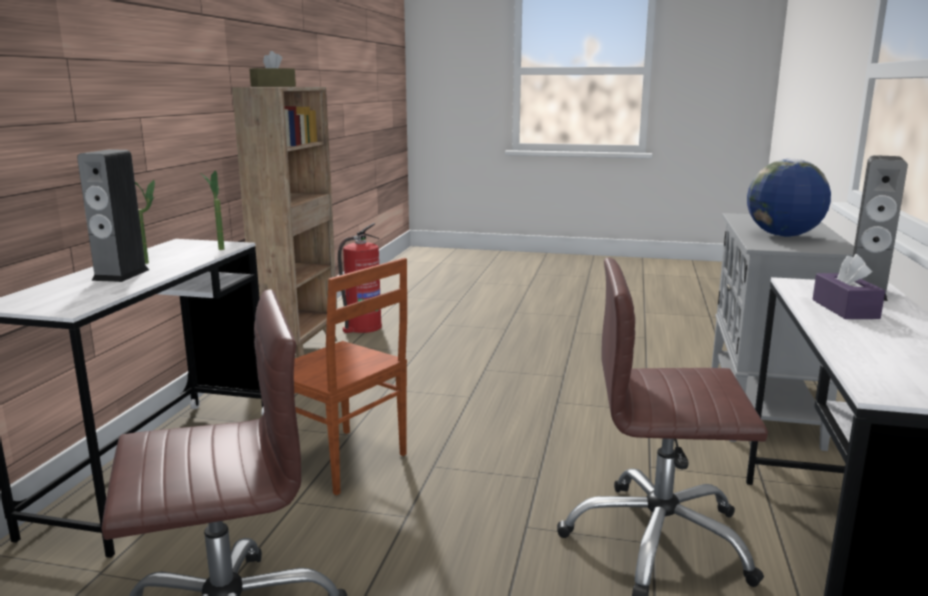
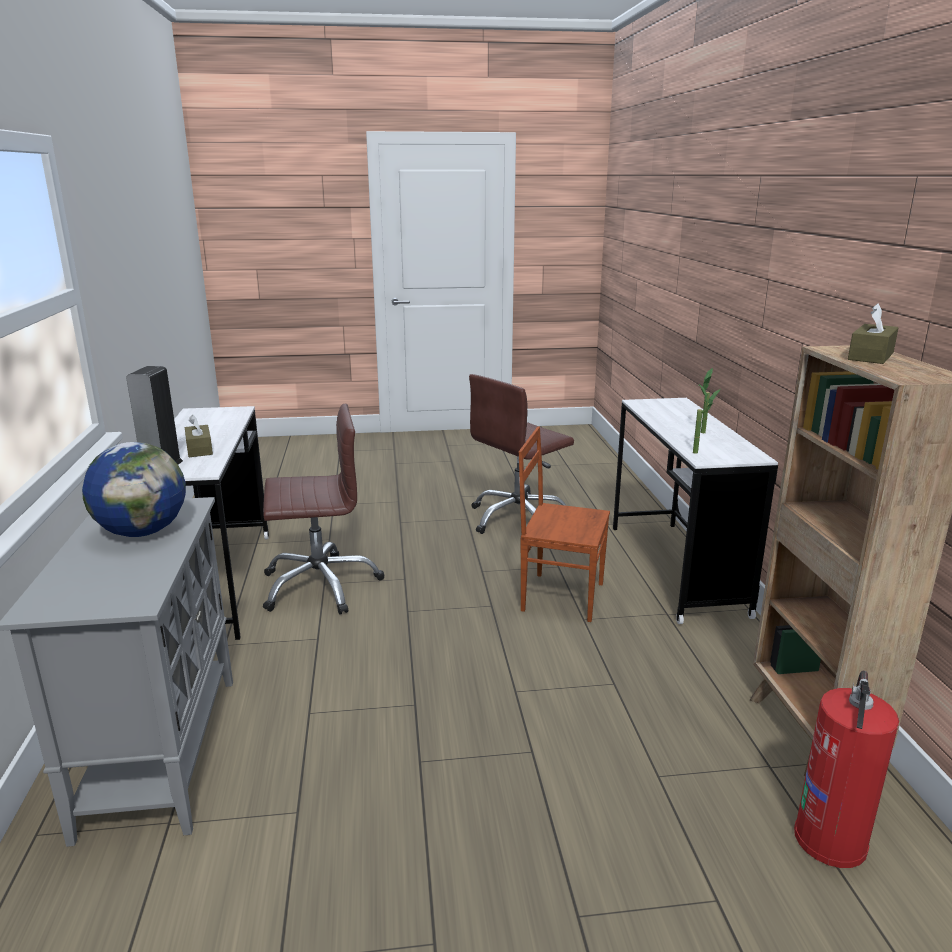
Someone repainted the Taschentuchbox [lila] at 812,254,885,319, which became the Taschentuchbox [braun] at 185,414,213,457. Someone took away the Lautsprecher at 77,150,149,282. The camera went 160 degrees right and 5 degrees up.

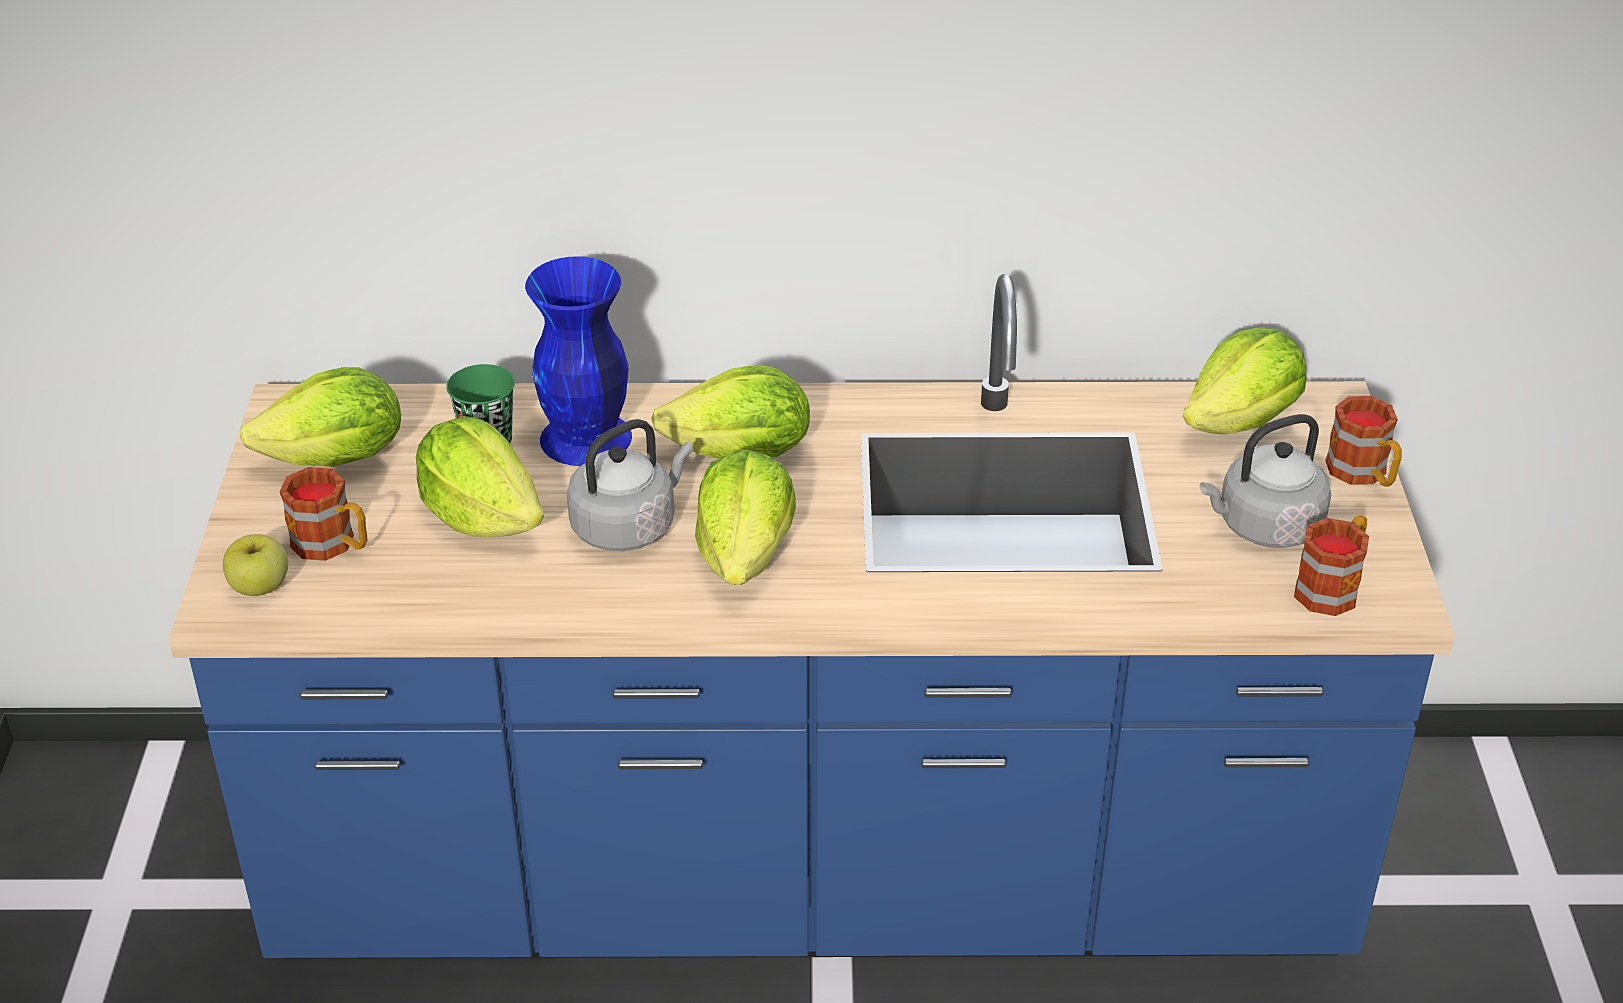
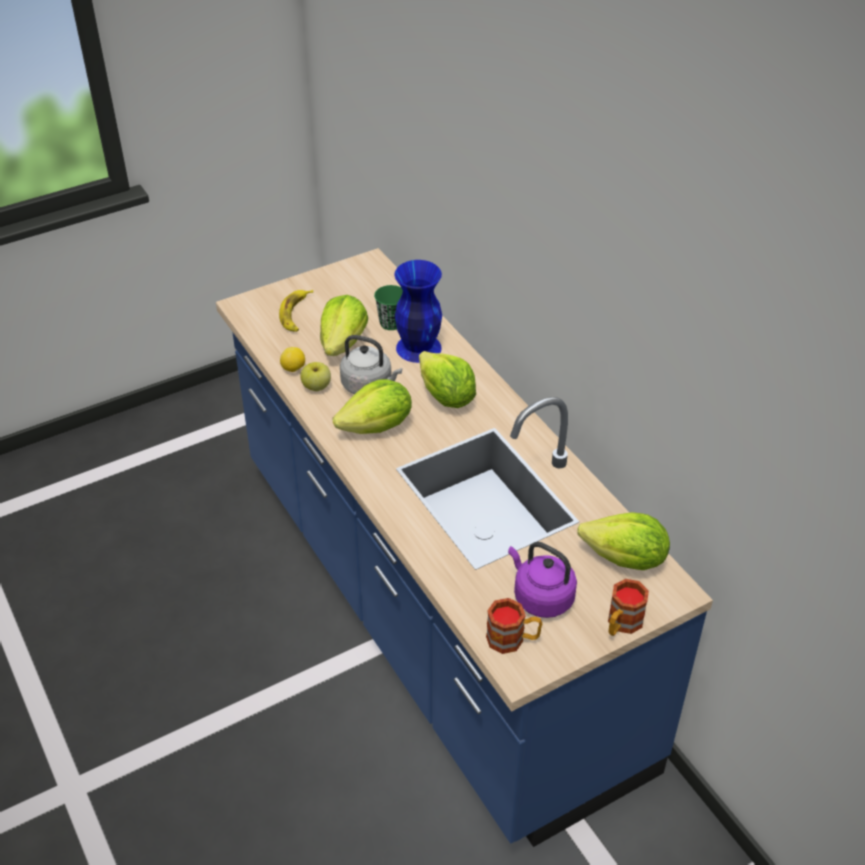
Someone swapped the Henkelbecher at 279,467,367,561 for the Banane at 279,290,313,332. Someone put down the Zitrone at 280,347,305,372. Someone carried the Apfel from 223,534,288,596 to 300,362,331,391. Someone repainted the Wasserkessel [grau] at 1200,414,1331,548, which became the Wasserkessel [lila] at 508,542,577,618. Someone took away the Salatkopf at 240,367,401,467. The camera went 60 degrees right and 5 degrees up.

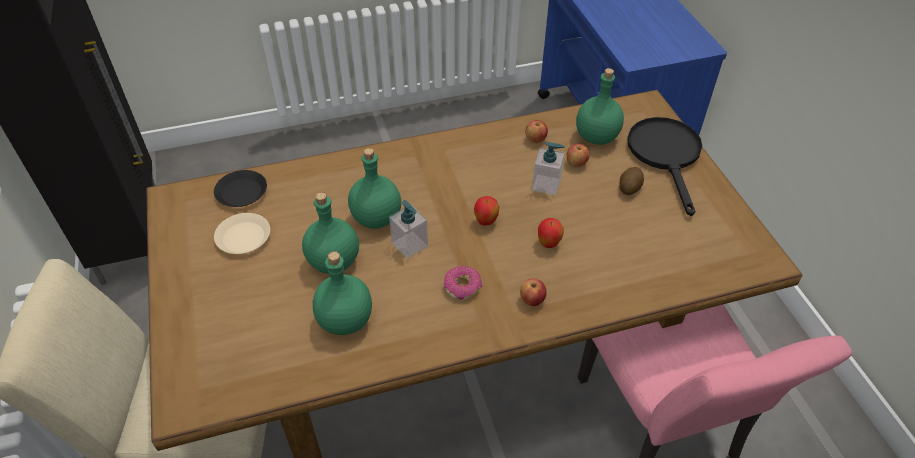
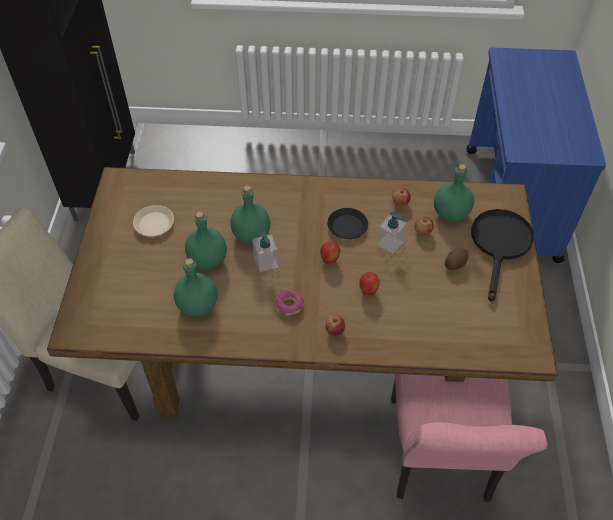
Someone carried the Teller [schwarz] from 214,170,267,207 to 327,208,368,239. The camera went 20 degrees right and 5 degrees up.

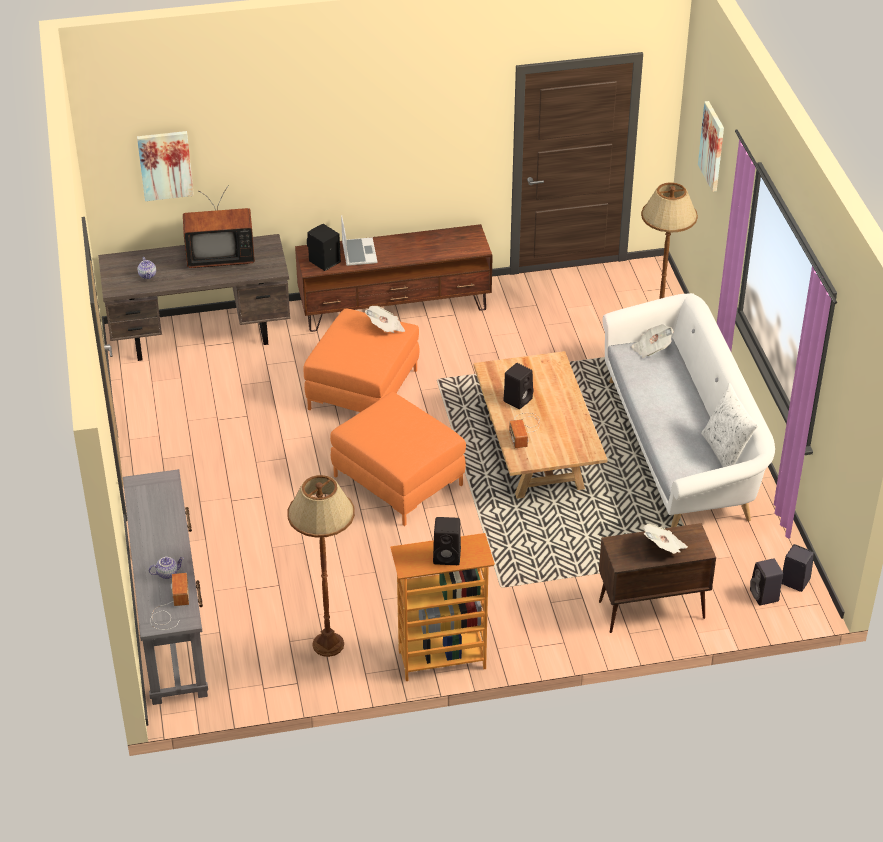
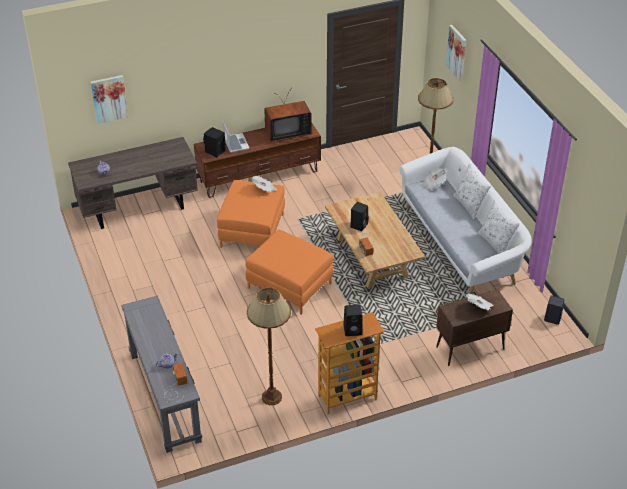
Someone carried the Fernseher from 183,185,255,268 to 264,89,311,142. Someone put down the Kissen [weiß] at 453,163,491,220. Someone took away the Lautsprecher [schwarz] at 750,558,783,605. The camera went 10 degrees left and 0 degrees up.

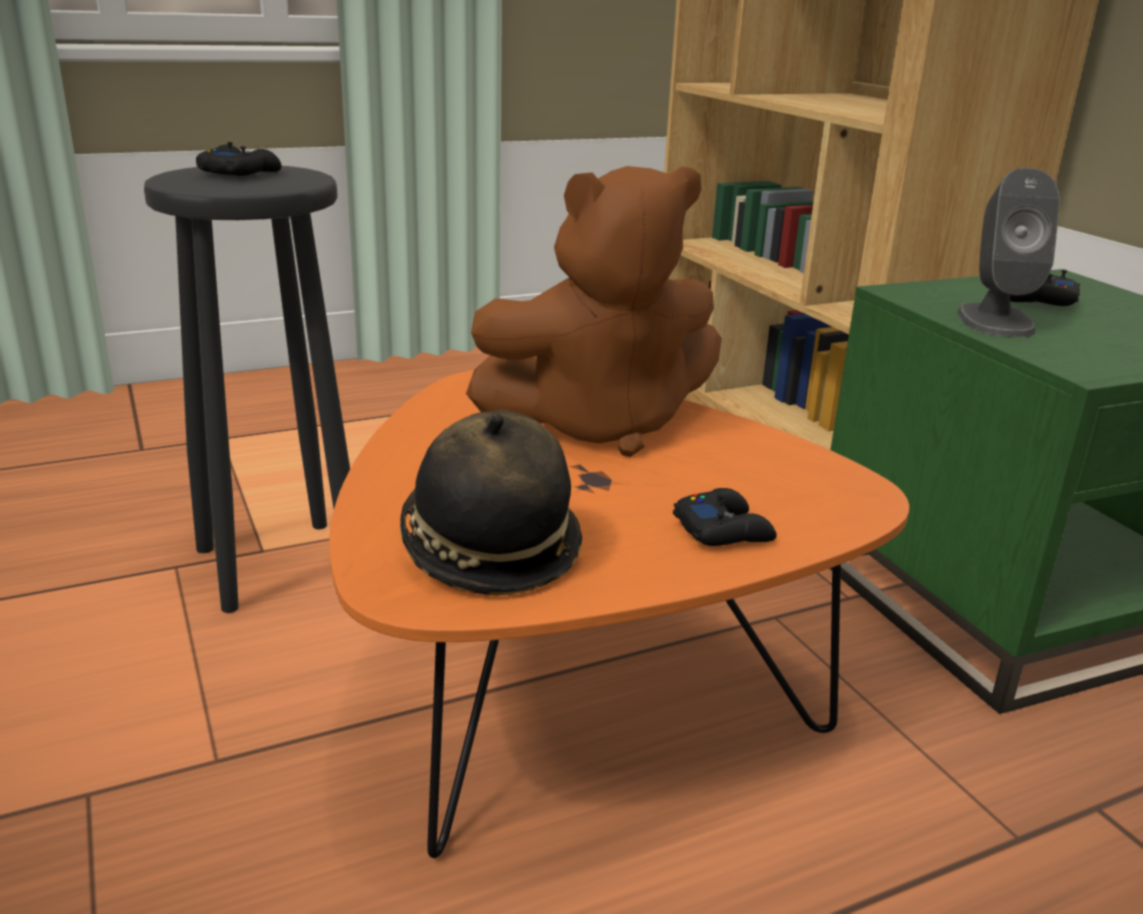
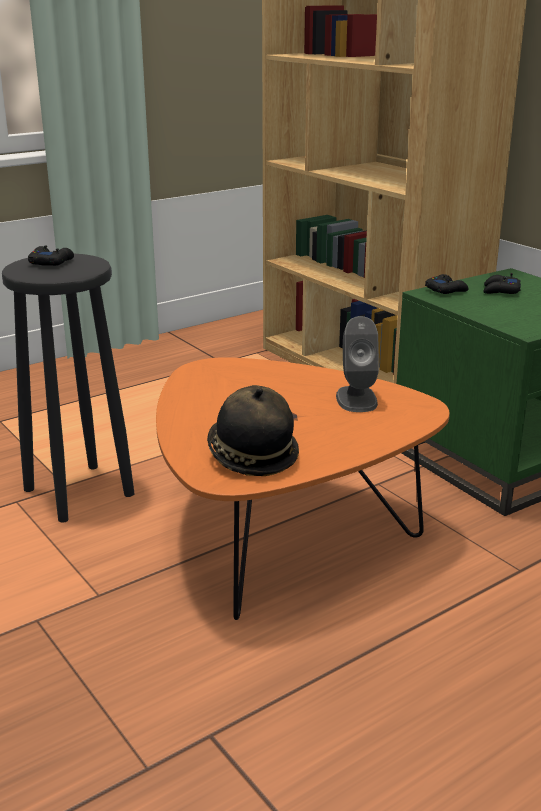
Someone carried the Lautsprecher [grau] from 958,168,1060,337 to 336,316,379,412. Someone carried the Gamepad [schwarz] from 673,488,777,546 to 425,274,468,294. Someone took away the Plüschtier [braun] at 466,166,722,457. The camera went 10 degrees left and 0 degrees up.

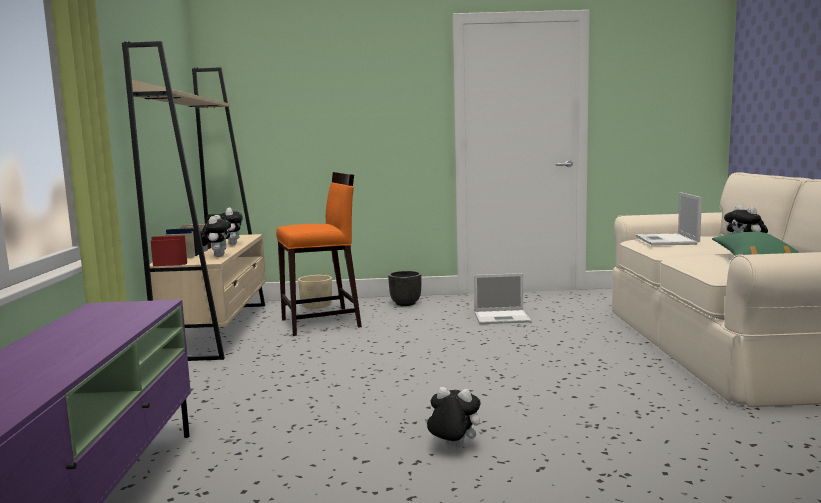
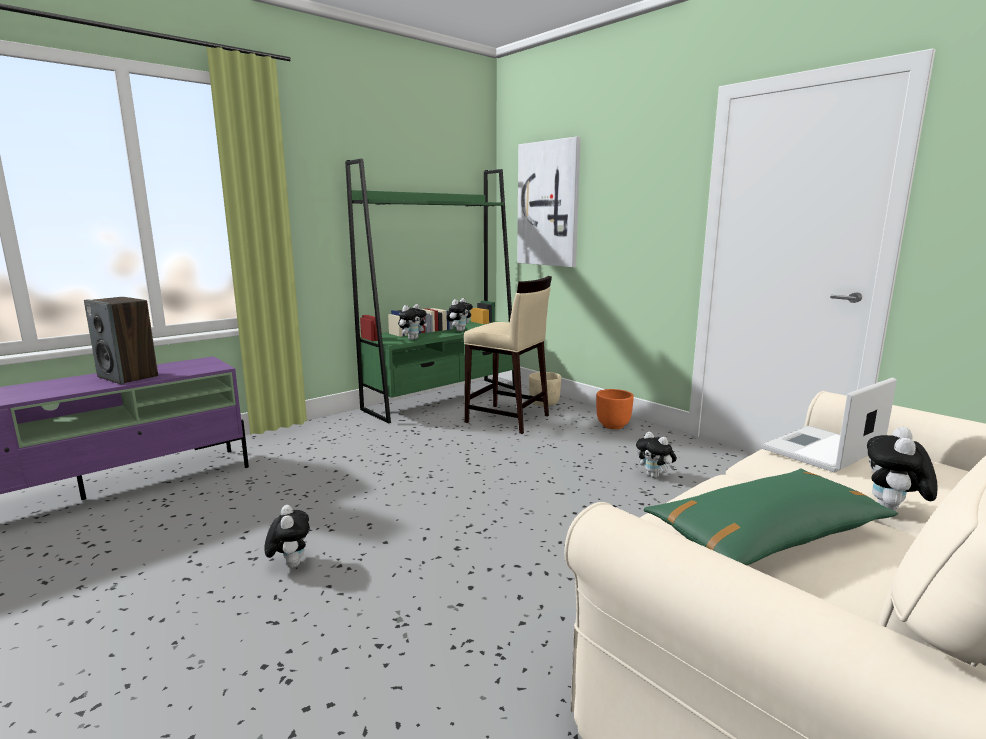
Someone put down the Lautsprecher at 84,297,158,384. Someone repainted the Bücherregal [beige] at 122,41,266,361, which became the Bücherregal [grün] at 345,159,515,423. Someone repainted the Hocker [orange] at 276,172,362,336, which became the Hocker [beige] at 464,276,552,434. Someone put up the Bild at 517,136,581,267. Someone repainted the Pflanzkübel [schwarz] at 388,271,422,306, which became the Pflanzkübel [orange] at 596,389,634,429. Someone swapped the Laptop at 474,273,531,324 for the Plüschtier at 636,432,677,478. The camera went 50 degrees right and 5 degrees up.

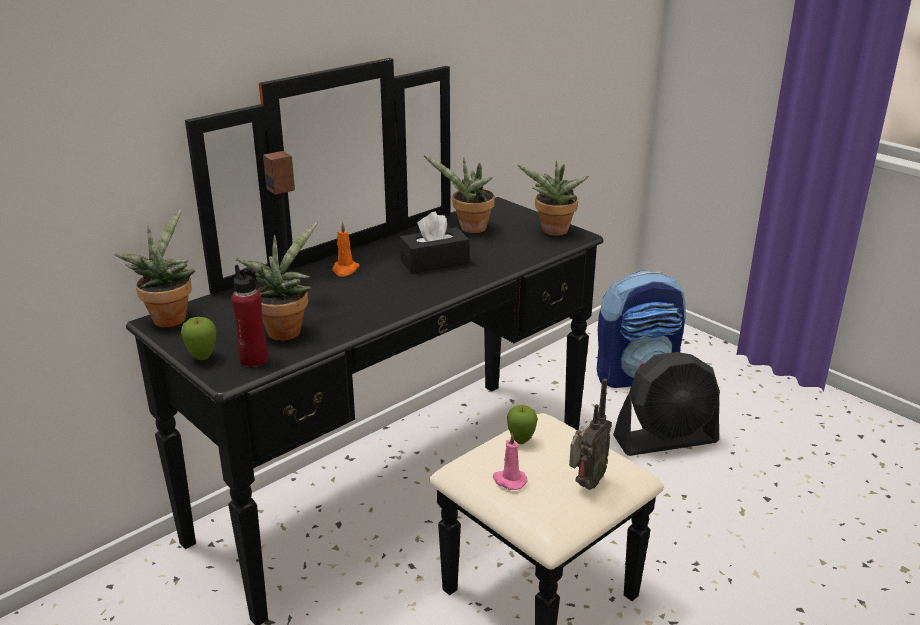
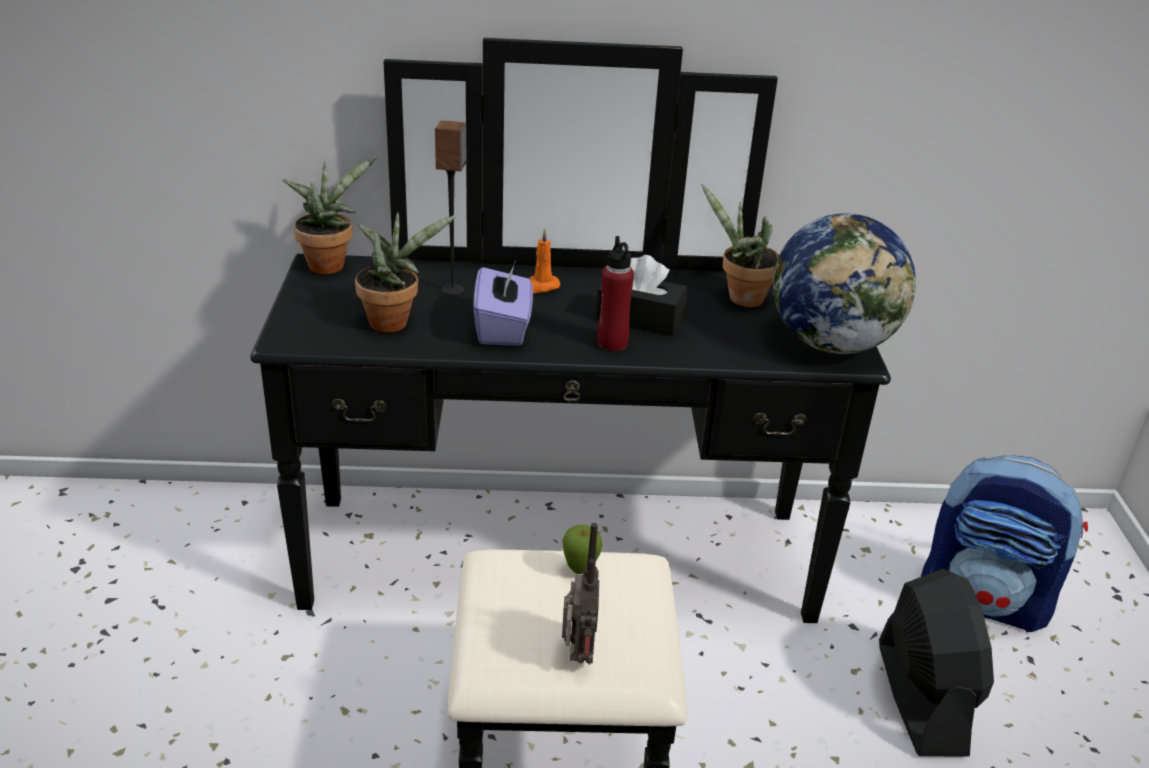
Someone put down the Taschentuchbox [lila] at 473,265,533,346. Someone rotated the Radio at 569,379,612,490 by 75 degrees counterclockwise. Someone carried the Flasche [rot] from 231,265,268,367 to 598,236,634,351. Someone swapped the Topfpflanze at 517,161,589,236 for the Globus at 773,213,916,354. Someone rotated the Ventilator [schwarz] at 613,352,720,456 by 120 degrees counterclockwise. Someone took away the Apfel at 181,317,216,360. Someone took away the Kerze [rosa] at 493,433,528,490. The camera went 40 degrees right and 5 degrees up.

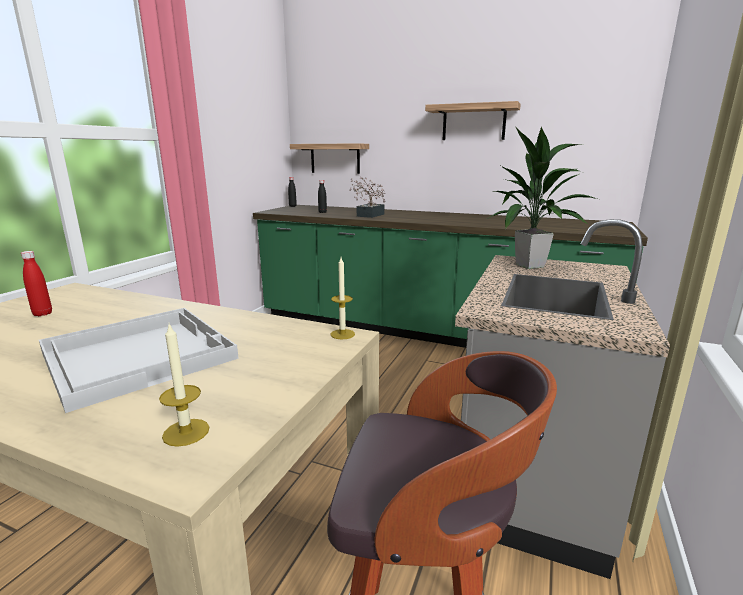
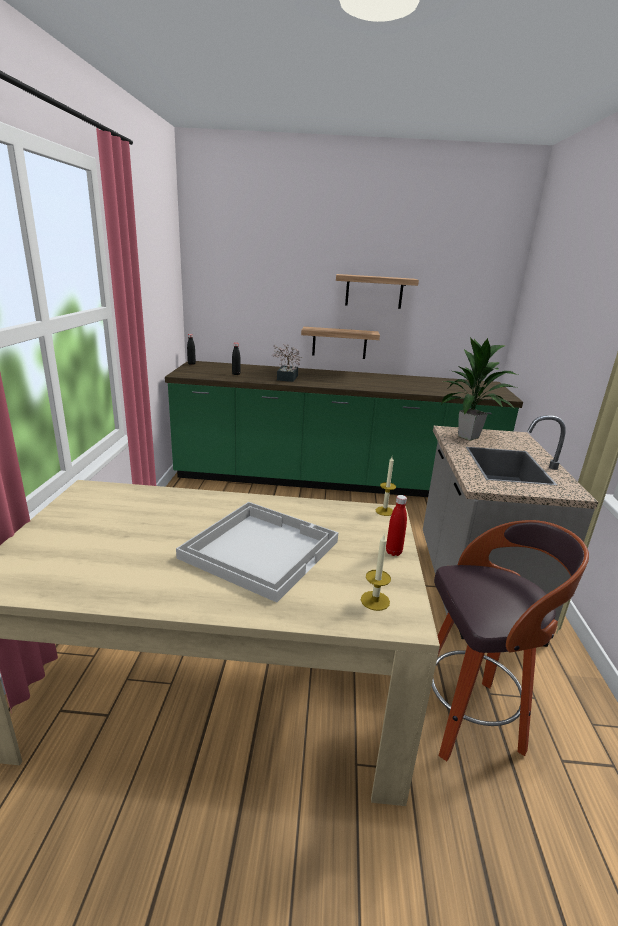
Someone carried the Wandregal from 290,143,369,174 to 301,327,380,359. Someone carried the Flasche [rot] from 21,251,52,316 to 386,495,407,556. The camera went 20 degrees left and 5 degrees up.

